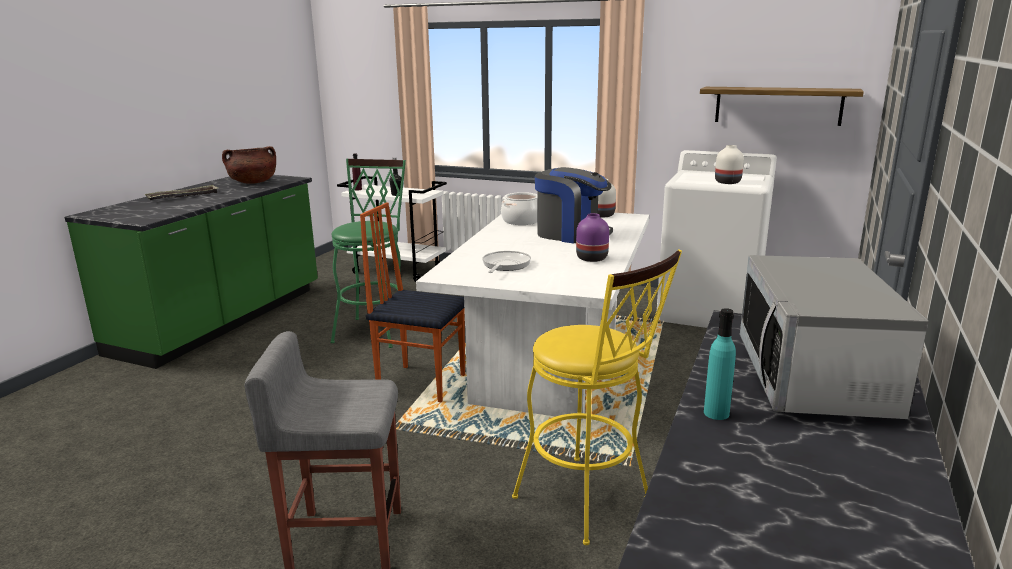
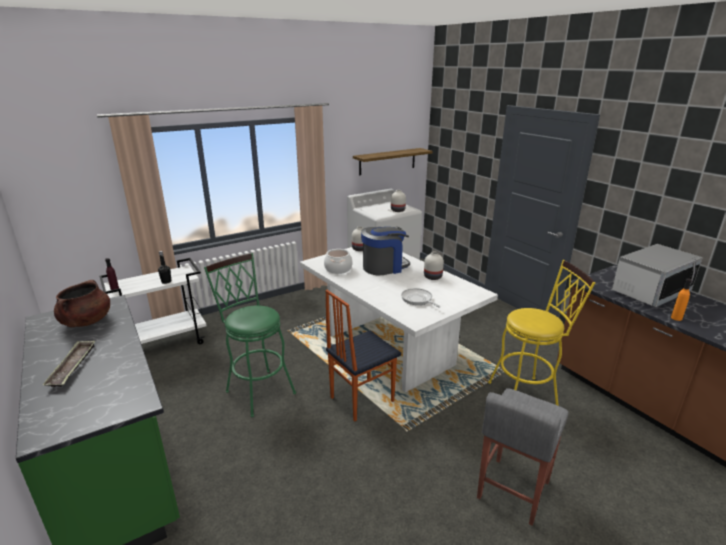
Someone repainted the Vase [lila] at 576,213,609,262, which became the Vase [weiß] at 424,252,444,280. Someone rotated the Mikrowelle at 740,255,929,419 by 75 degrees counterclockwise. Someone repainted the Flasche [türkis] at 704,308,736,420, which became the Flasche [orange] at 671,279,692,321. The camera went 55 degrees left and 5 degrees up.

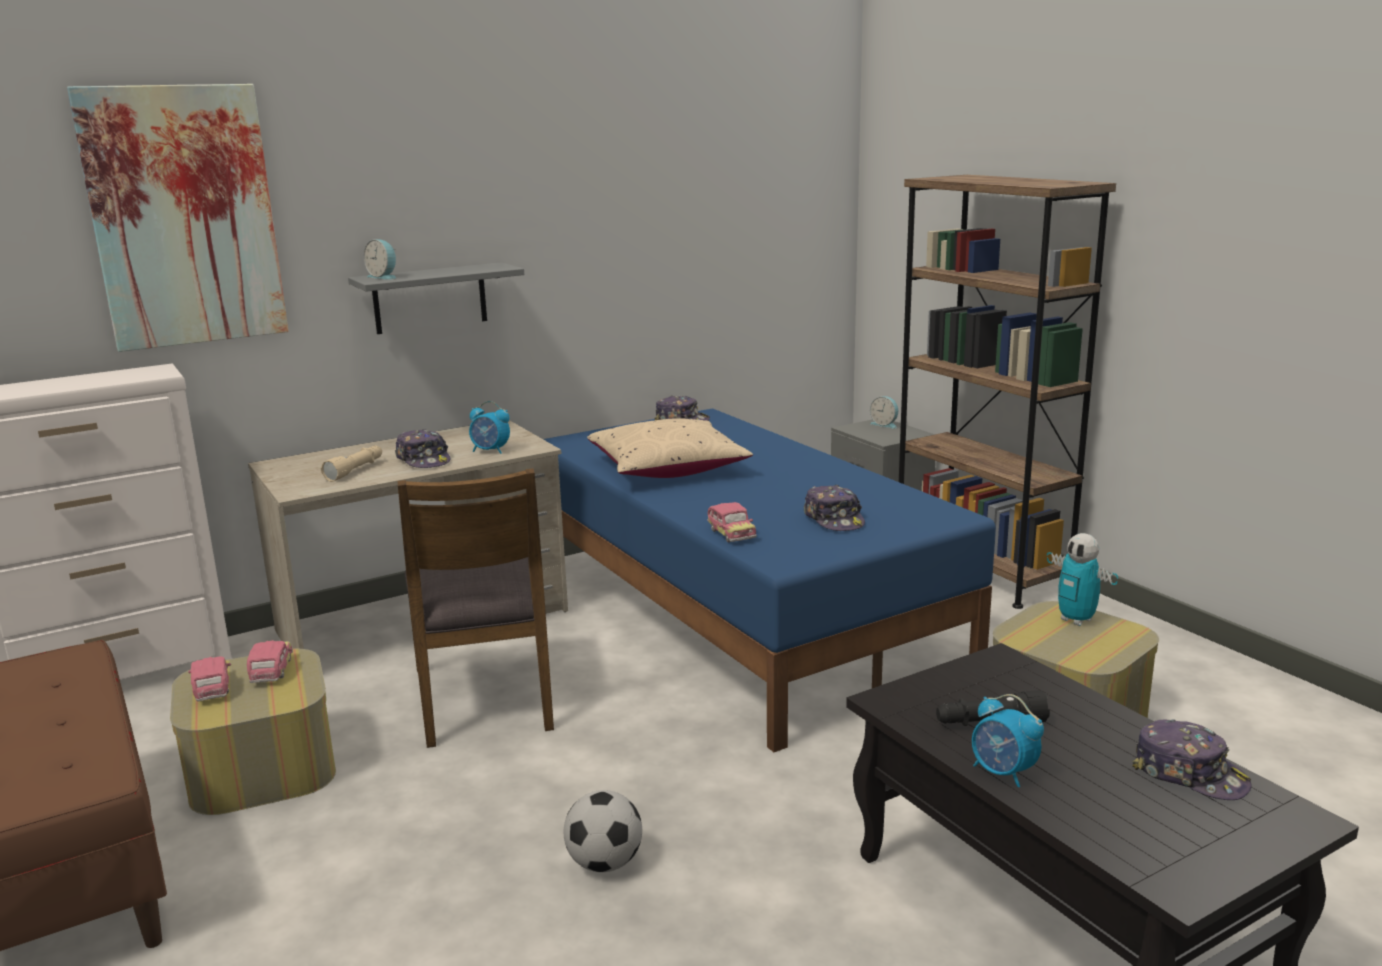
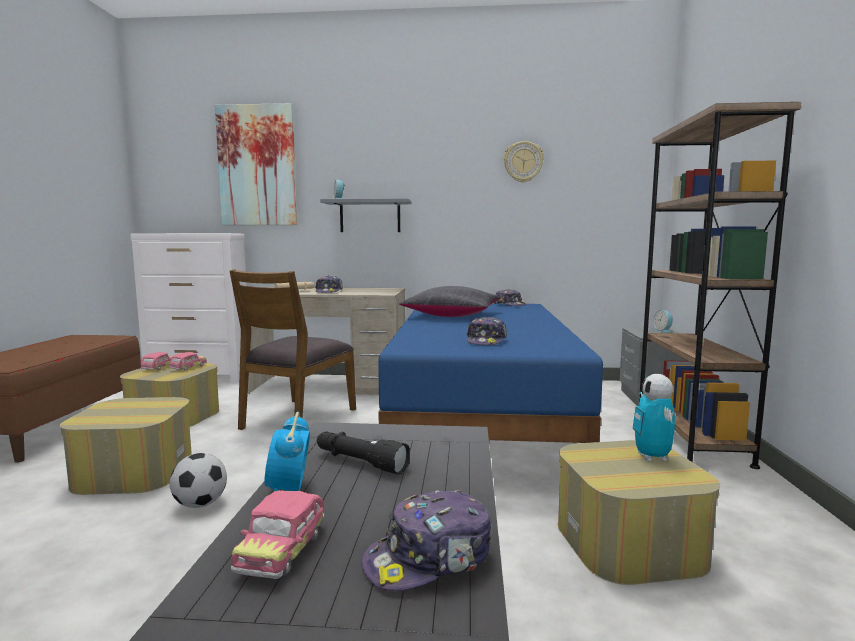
Someone put down the Polsterhocker at 60,397,192,495. Someone carried the Spielzeugauto from 707,502,757,543 to 231,490,324,579. Someone rotated the Kappe at 1132,719,1252,800 by 75 degrees clockwise. Someone repainted the Kissen [beige] at 587,418,753,478, which became the Kissen [schwarz] at 399,286,501,317. Someone put up the Wanduhr at 504,141,544,183. Someone took away the Wecker at 469,401,510,454. The camera went 35 degrees right and 10 degrees down.

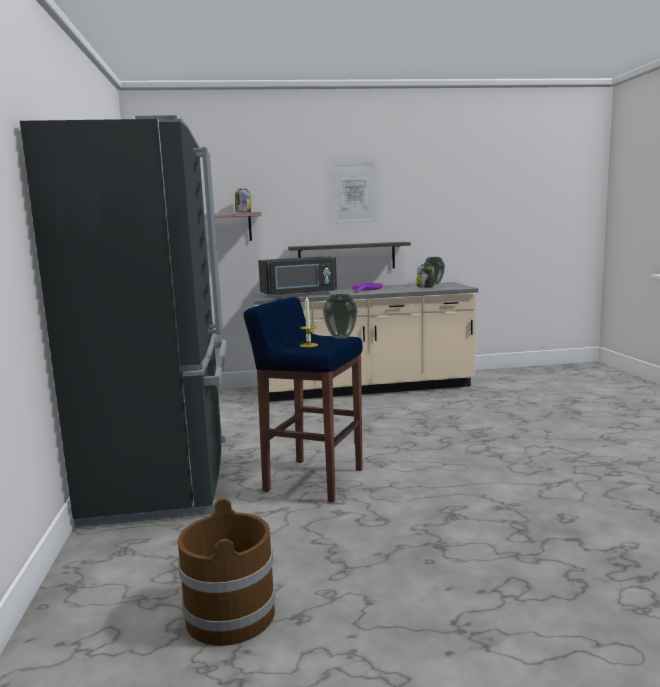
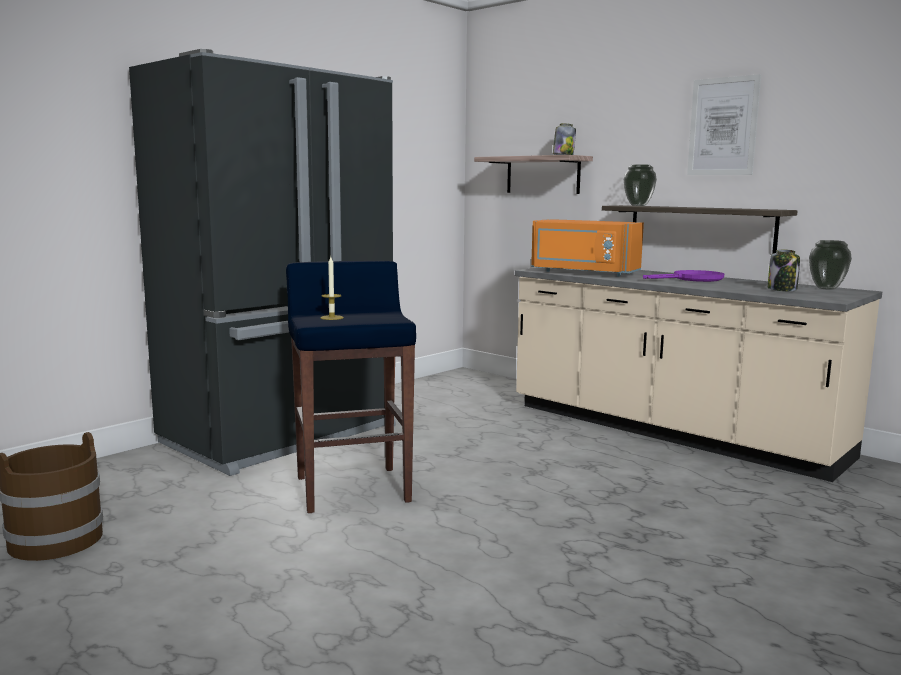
Someone repainted the Mikrowelle [schwarz] at 258,256,337,298, which became the Mikrowelle [orange] at 531,219,644,277. Someone carried the Vase from 323,294,357,339 to 624,165,657,206. The camera went 50 degrees right and 0 degrees up.

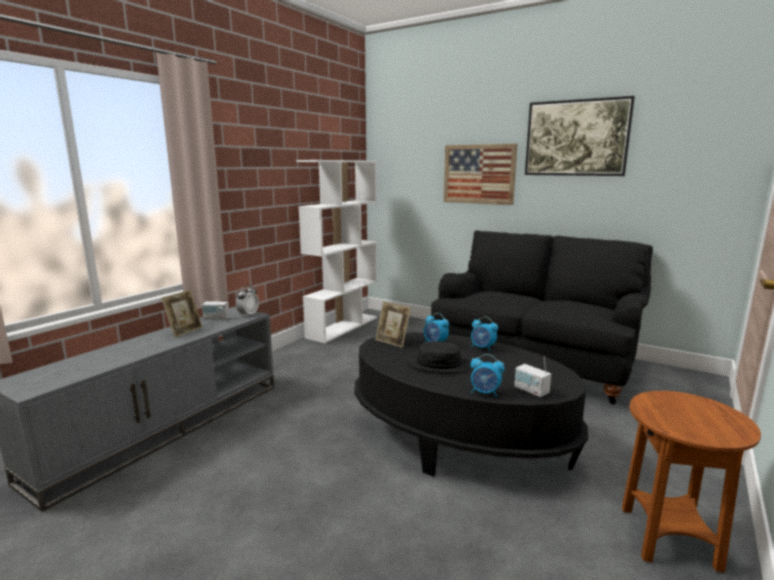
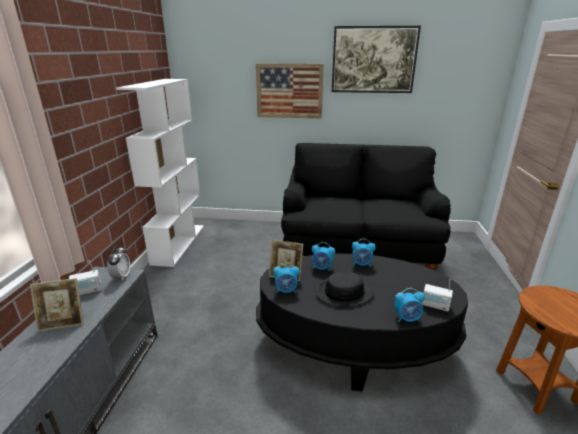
Someone rotated the Bilderrahmen at 161,290,203,338 by 75 degrees clockwise. Someone put down the Wecker at 273,262,300,294. The camera went 25 degrees left and 10 degrees up.

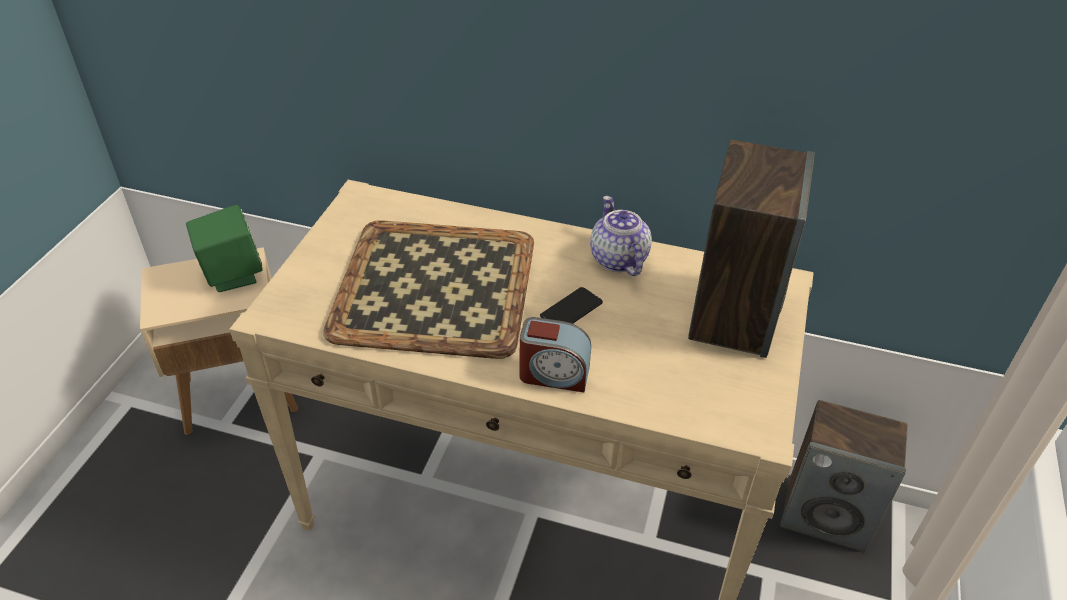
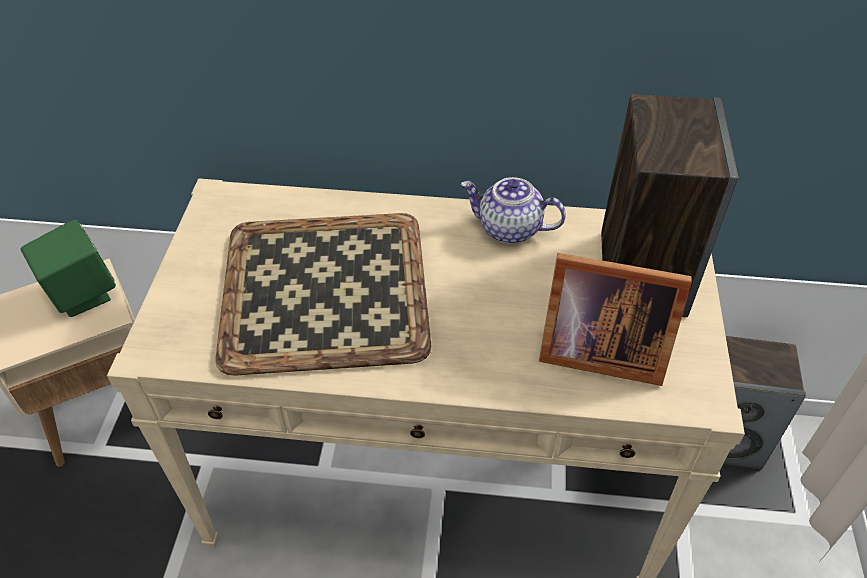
Someone rotated the Teekanne at 590,196,652,276 by 45 degrees counterclockwise. Someone put down the Bilderrahmen at 539,253,692,386. Someone took away the Wecker at 519,317,591,392. Someone took away the Handy at 540,287,603,324. The camera went 10 degrees left and 5 degrees up.

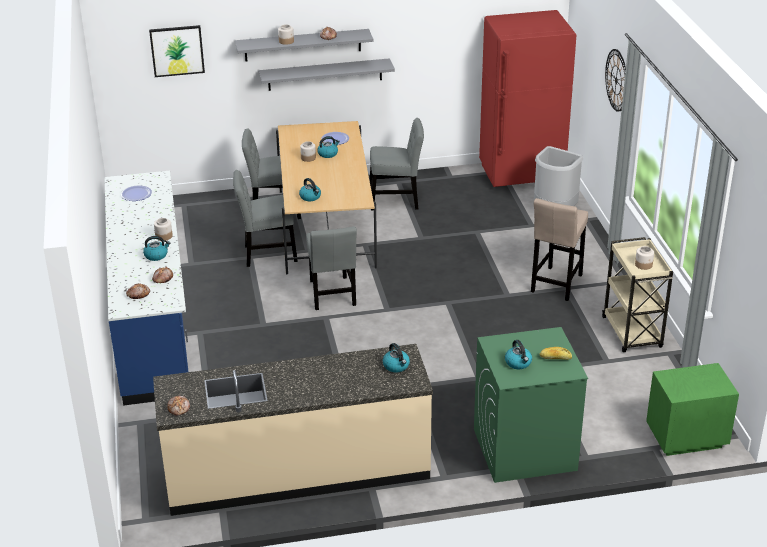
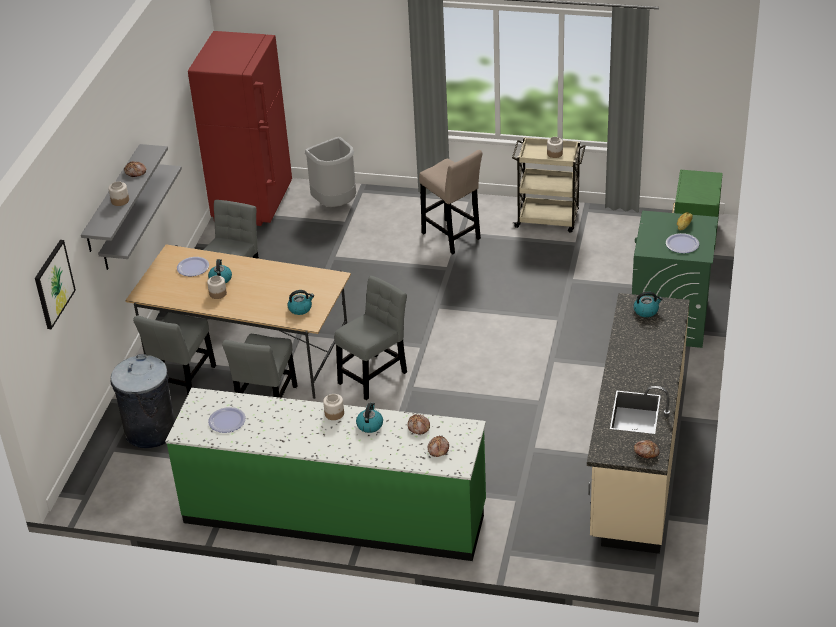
Someone put down the Mülleimer [grau] at 111,354,175,448. Someone repainted the Küchenzeile [blau] at 104,171,188,406, which became the Küchenzeile [grün] at 165,388,486,561. Someone rotated the Stuhl [grau] at 306,226,357,310 by 60 degrees counterclockwise. Someone swapped the Wasserkessel at 505,340,532,369 for the Teller at 666,233,699,253. Someone took away the Wanduhr at 605,49,626,112. The camera went 65 degrees left and 5 degrees up.

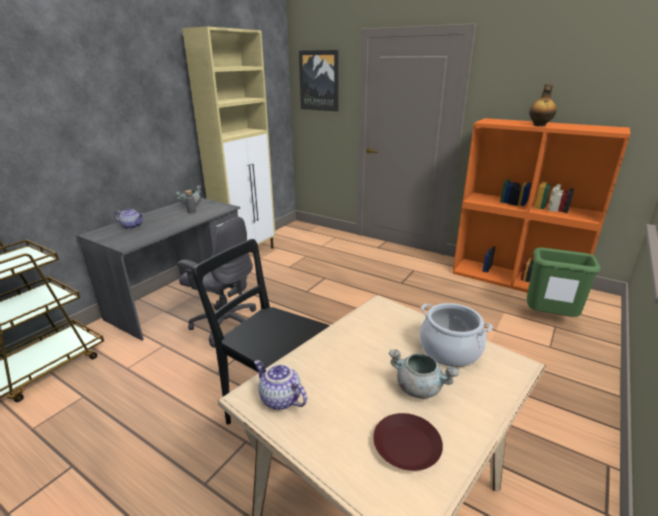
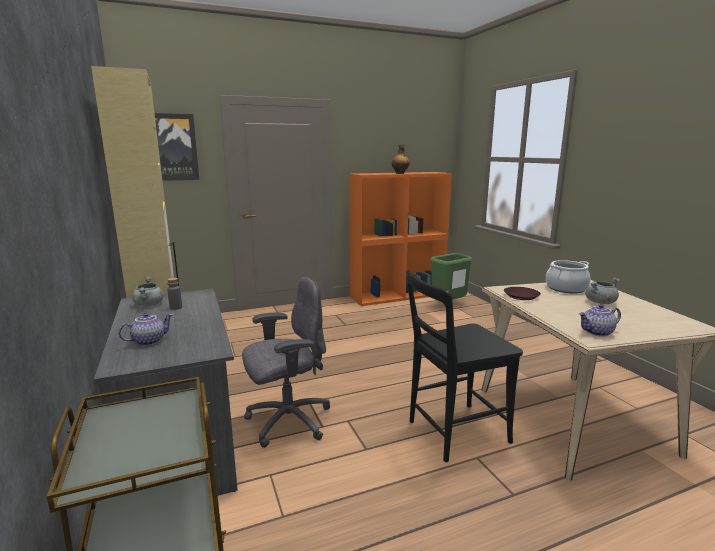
Someone carried the Teller [braun] from 373,413,443,471 to 504,287,541,300. The camera went 55 degrees left and 10 degrees down.

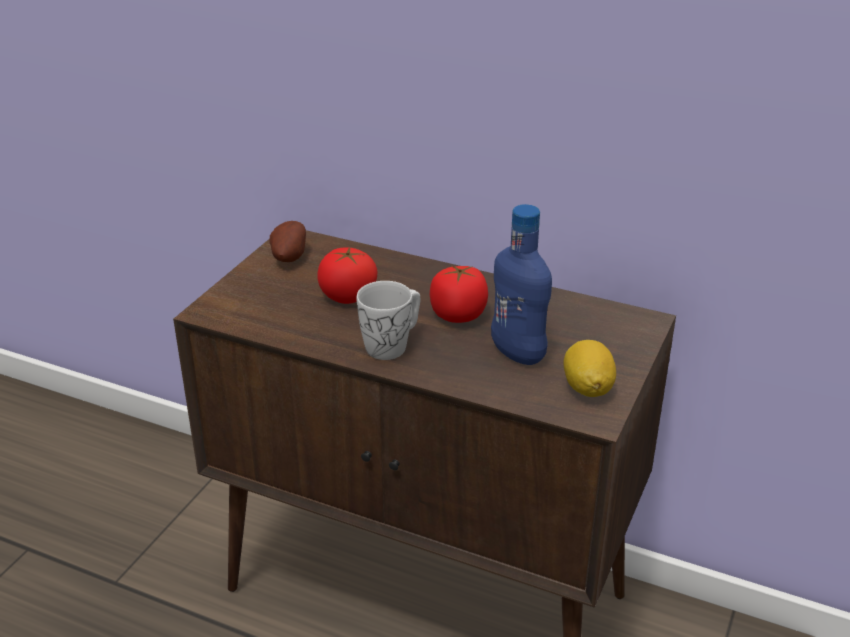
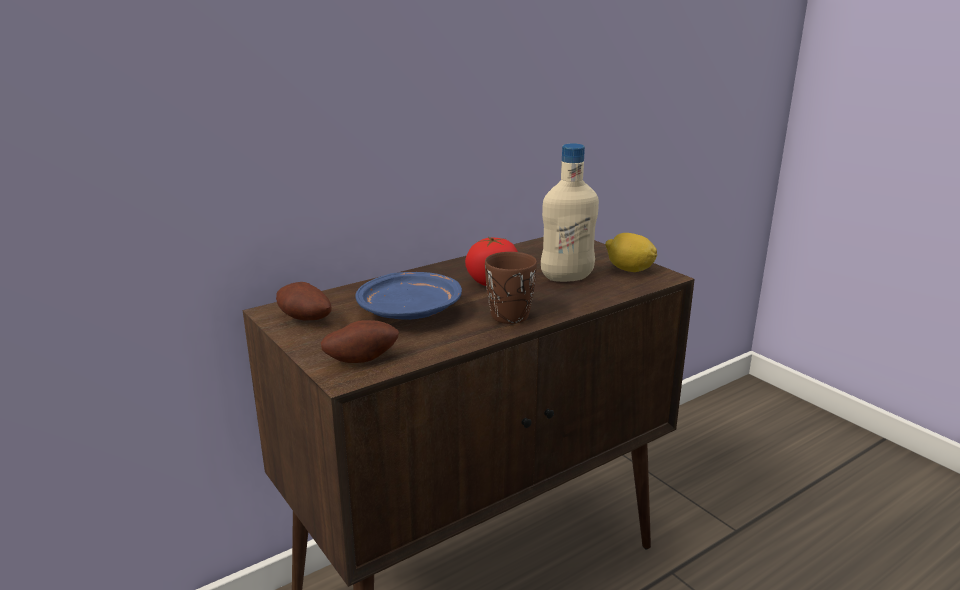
Someone put down the Kartoffel at 321,320,399,363. Someone swapped the Tomate at 317,247,377,304 for the Teller [blau] at 355,272,462,320. Someone repainted the Henkelbecher [weiß] at 356,281,420,360, which became the Henkelbecher [braun] at 485,252,537,324. Someone repainted the Flasche [blau] at 491,204,552,365, which became the Flasche [beige] at 541,143,599,282. The camera went 60 degrees left and 10 degrees down.

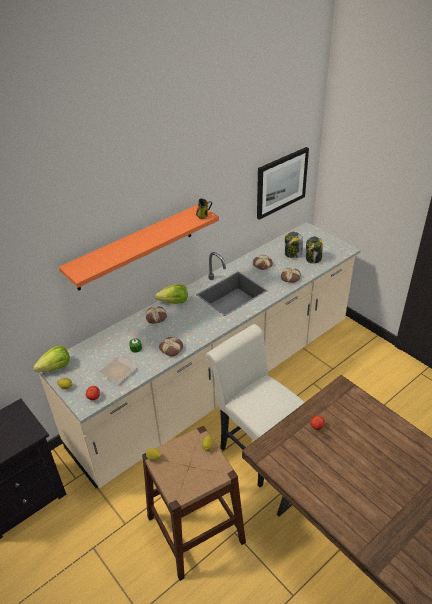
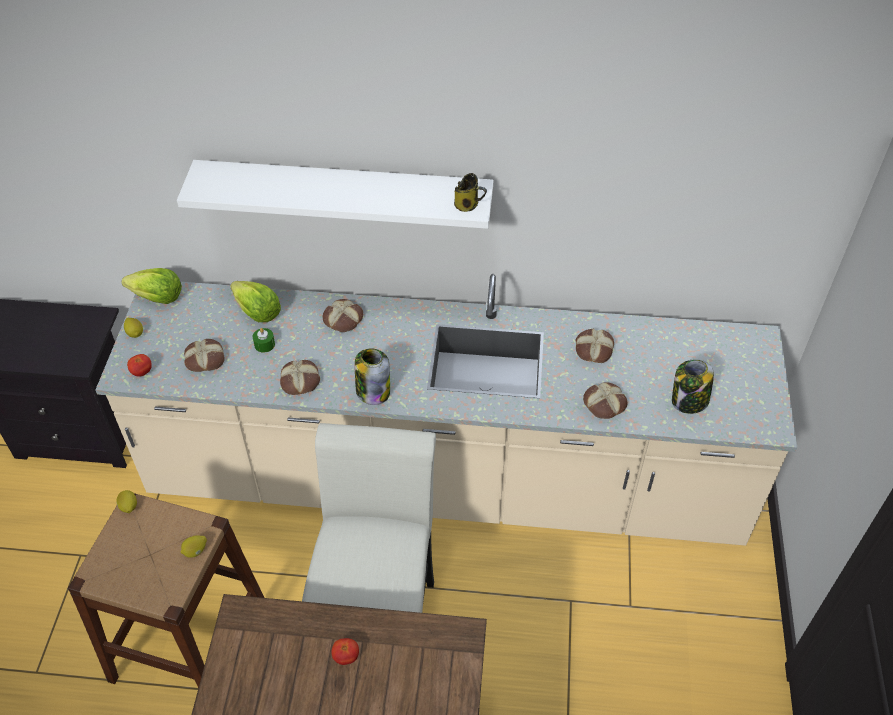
Someone repainted the Wandregal [orange] at 59,204,219,291, which became the Wandregal [weiß] at 177,160,493,229. Someone swapped the Teller at 99,356,138,384 for the Brot at 184,339,225,372. Someone carried the Salatkopf from 155,284,188,304 to 230,281,281,322. Someone carried the Vorratsglas from 285,232,303,258 to 355,348,390,405. Someone took away the Bild at 257,147,309,220. The camera went 45 degrees right and 10 degrees up.

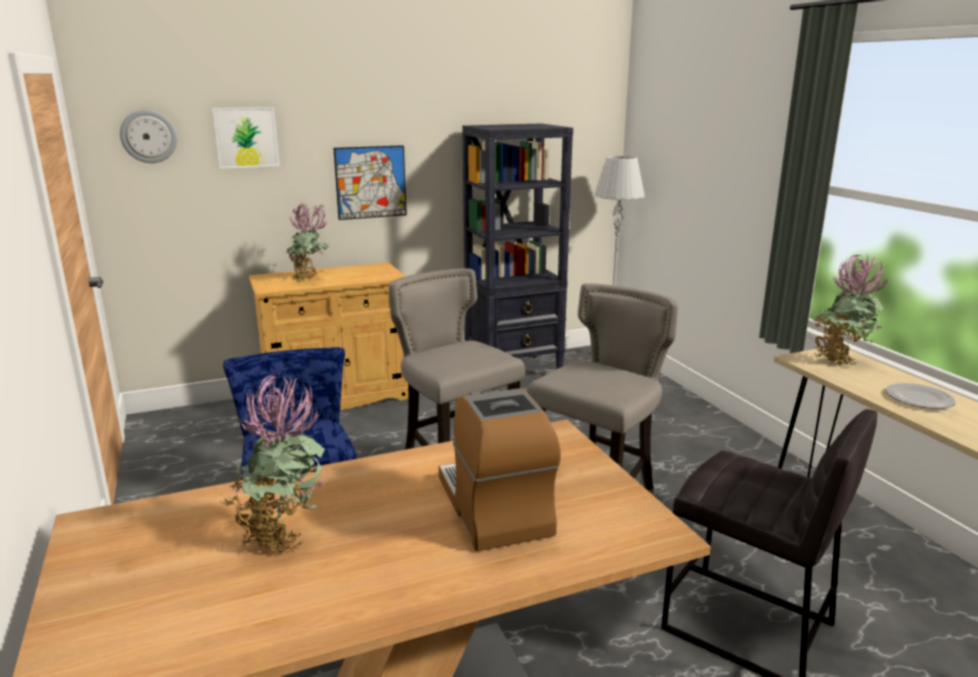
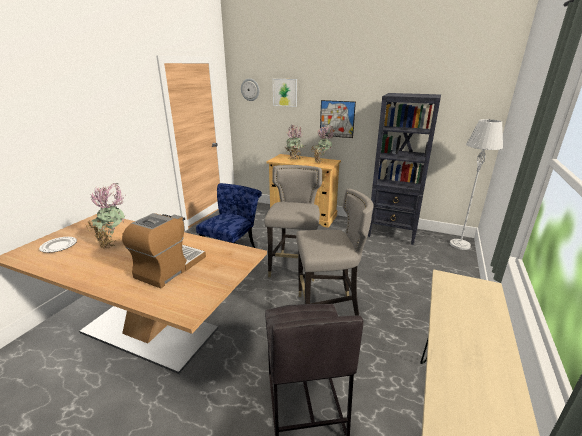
Someone carried the Teller from 886,383,956,409 to 39,237,77,253. Someone carried the Topfpflanze from 814,255,889,366 to 311,126,335,163. The camera went 45 degrees right and 5 degrees up.

